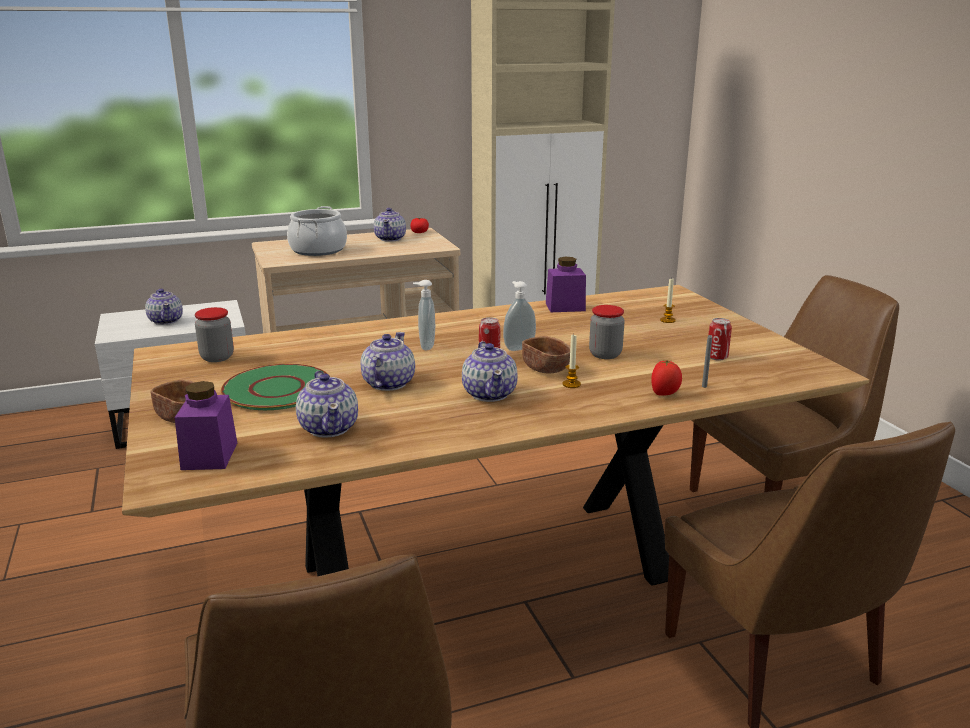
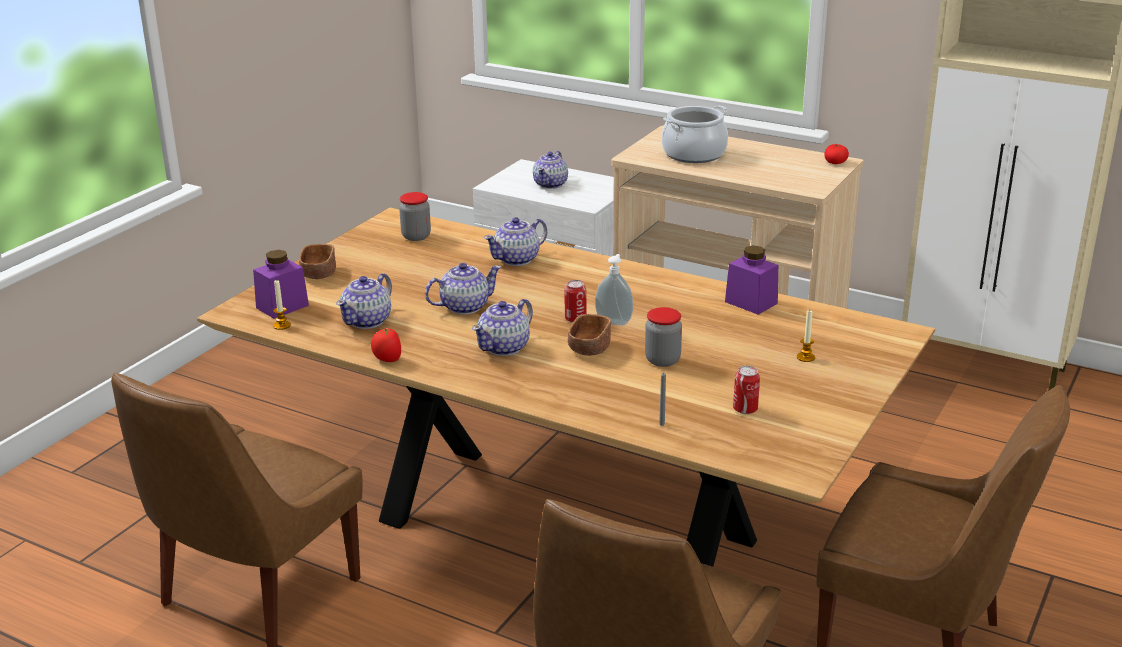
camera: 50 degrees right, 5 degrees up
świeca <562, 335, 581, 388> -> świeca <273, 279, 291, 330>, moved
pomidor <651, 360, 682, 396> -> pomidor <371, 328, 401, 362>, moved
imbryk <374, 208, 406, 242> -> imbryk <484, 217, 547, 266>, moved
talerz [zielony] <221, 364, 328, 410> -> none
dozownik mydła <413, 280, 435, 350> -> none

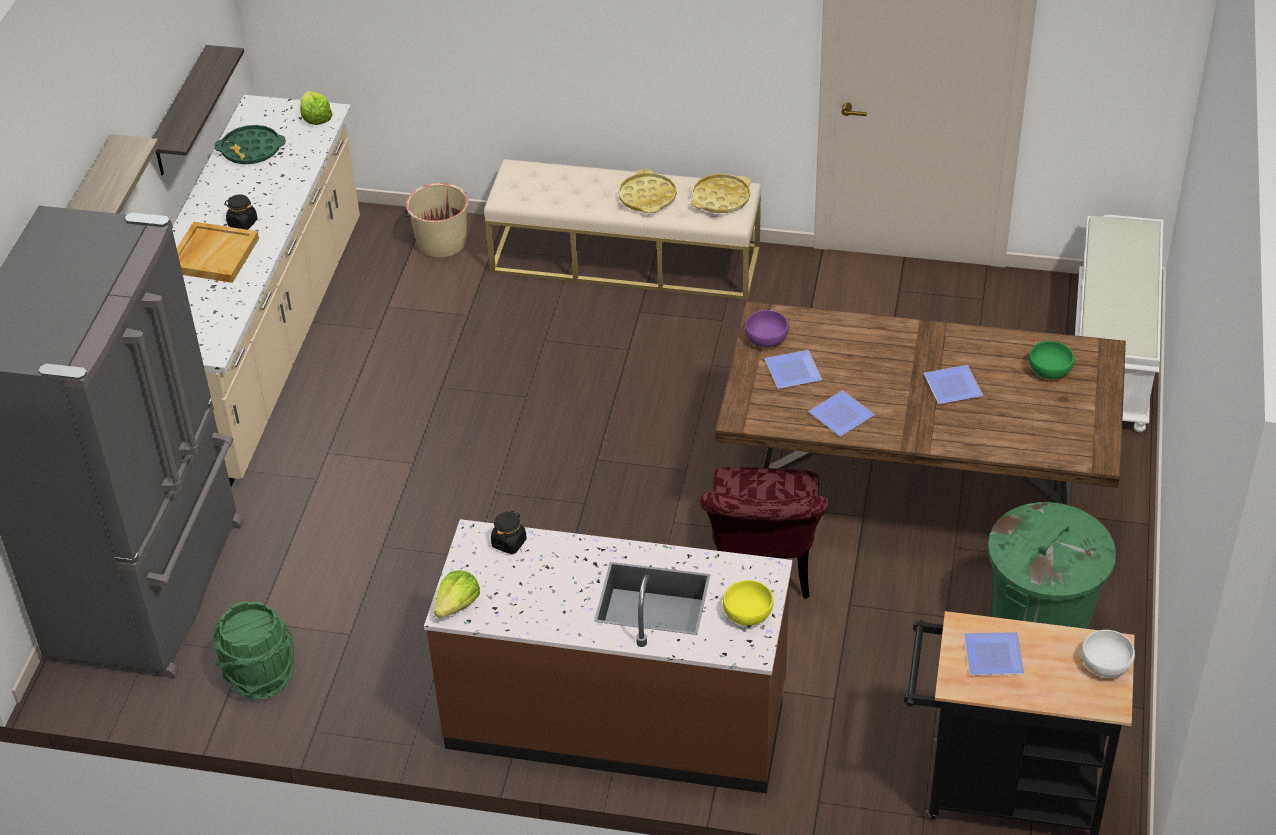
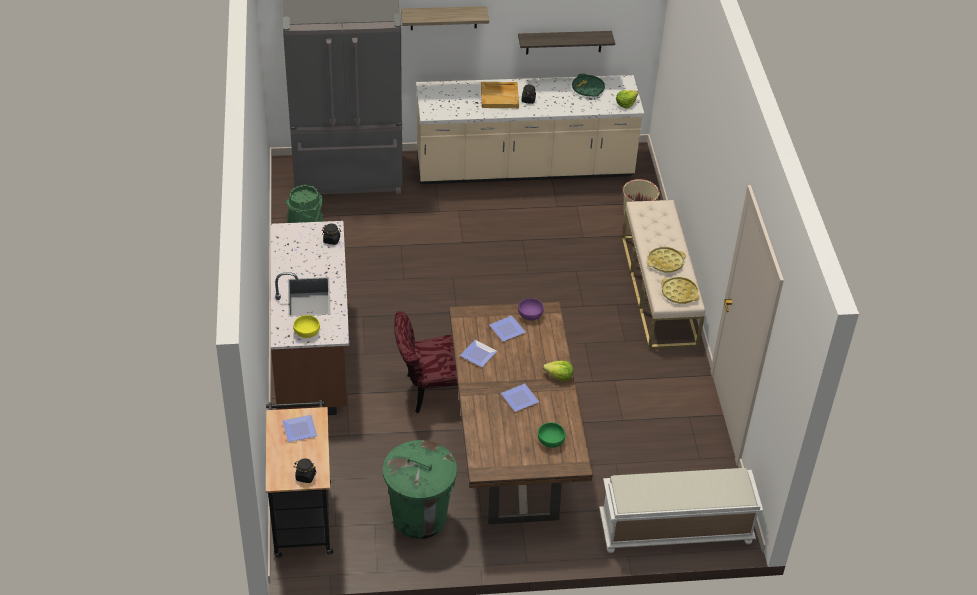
camera: 70 degrees right, 0 degrees up
miska [biały] <1081, 630, 1135, 677> -> słoik [czarny] <293, 458, 317, 483>
sałata <434, 570, 480, 618> -> sałata <543, 361, 573, 381>, moved

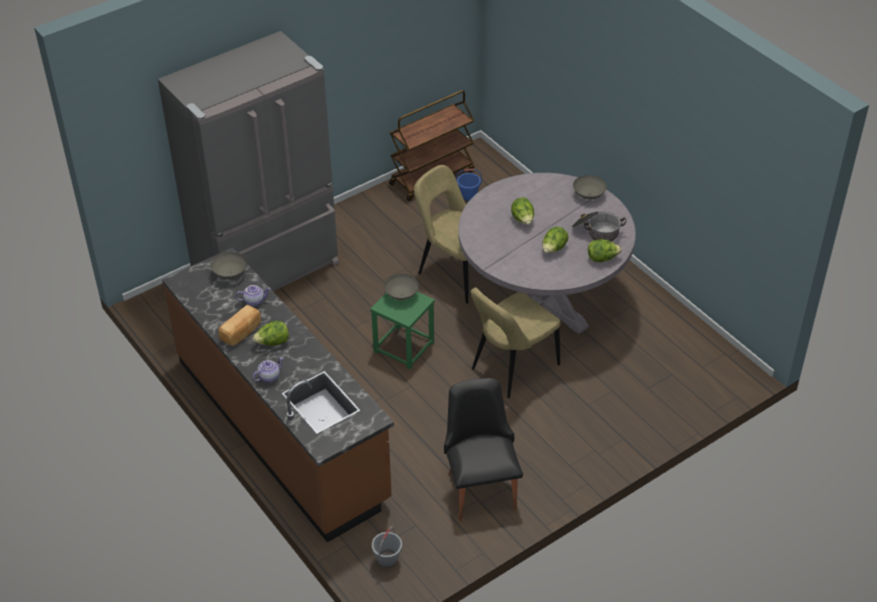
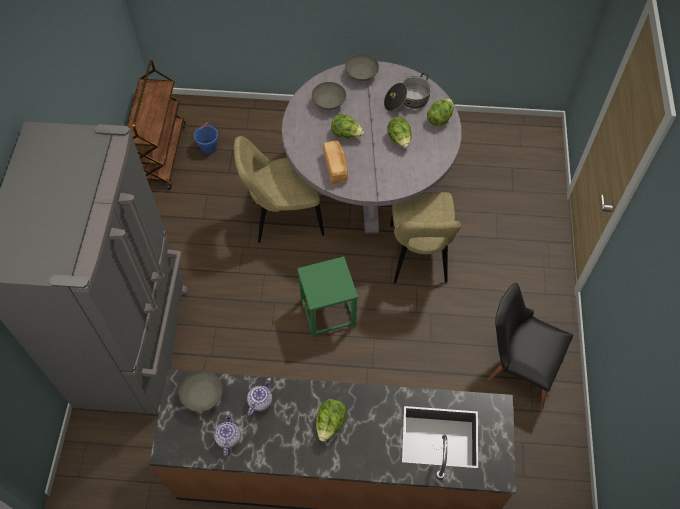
camera: 50 degrees left, 15 degrees up
imbryk <252, 357, 283, 383> -> imbryk <214, 412, 241, 456>, moved
miska [szary] <384, 274, 419, 300> -> miska [szary] <312, 82, 346, 110>, moved
chleb <219, 305, 261, 346> -> chleb <323, 141, 348, 184>, moved
wiadro [szary] <372, 526, 402, 568> -> none

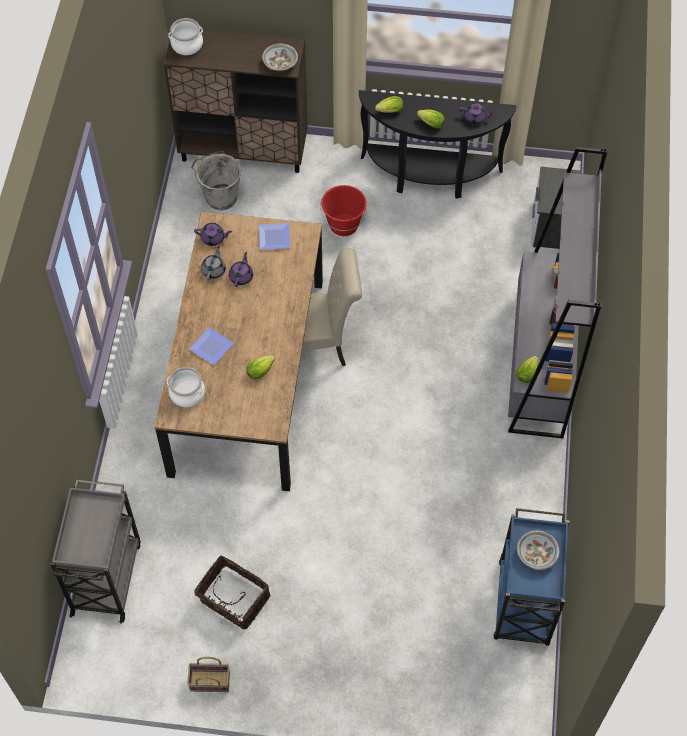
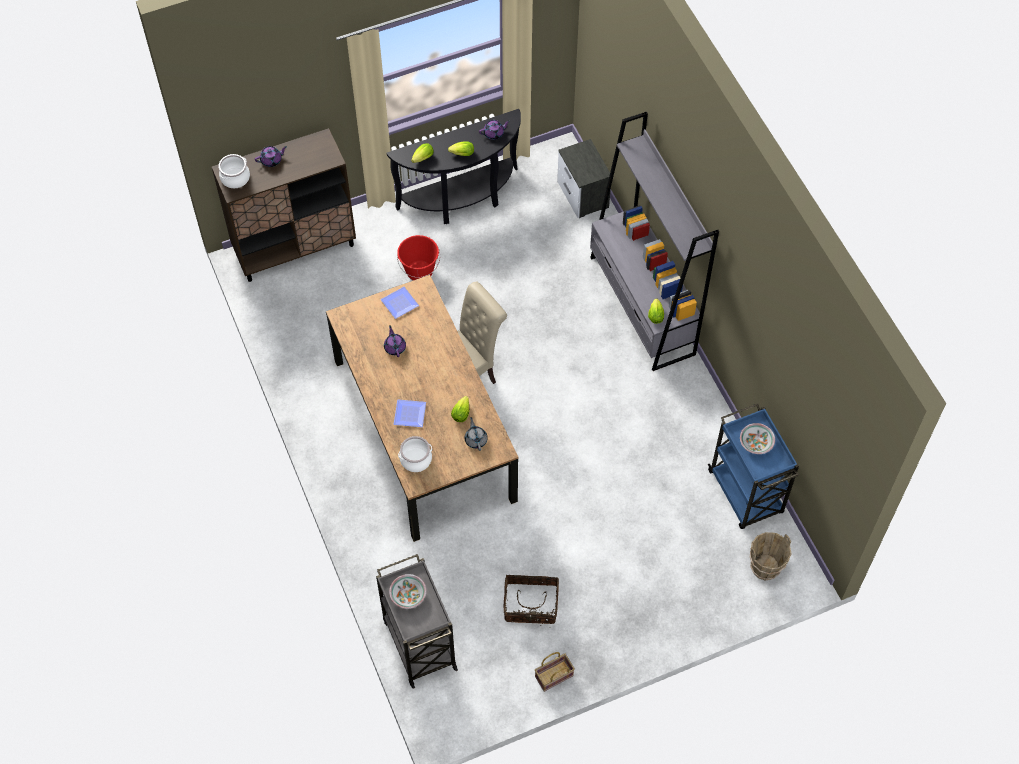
camera: 30 degrees left, 0 degrees up
imbryk [fioletowy] <194, 223, 232, 246> -> imbryk [fioletowy] <255, 146, 287, 167>, moved
miska <262, 43, 298, 71> -> miska <389, 574, 427, 609>, moved
imbryk [szary] <201, 246, 226, 280> -> imbryk [szary] <465, 417, 488, 451>, moved
none -> wiadro [brązowy] <750, 532, 791, 580>
wiadro [szary] <191, 151, 242, 210> -> none

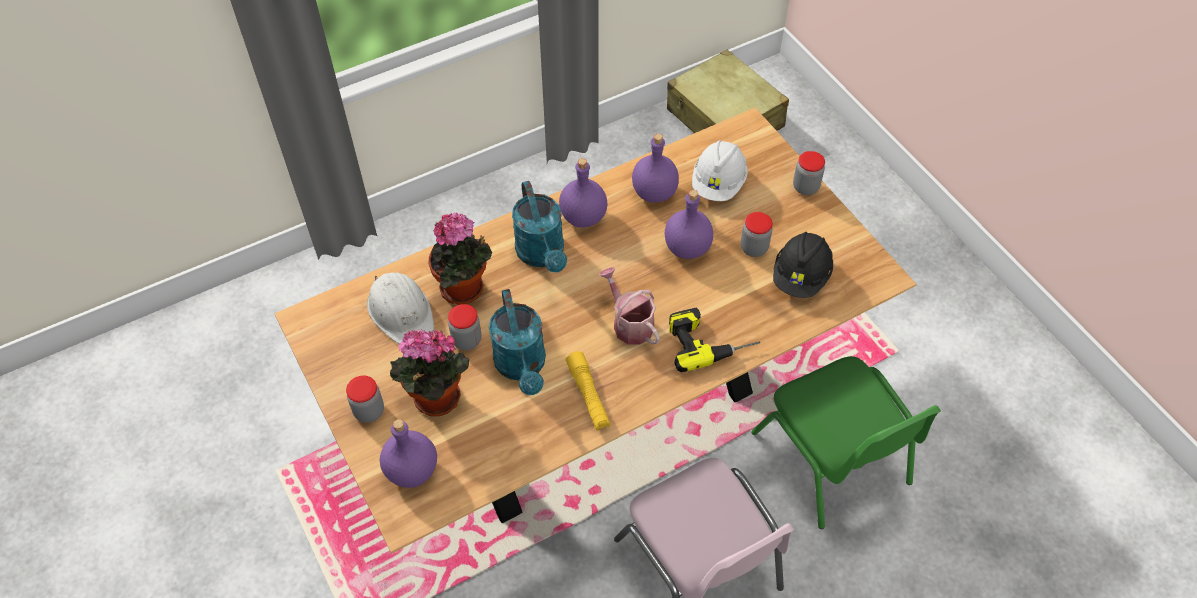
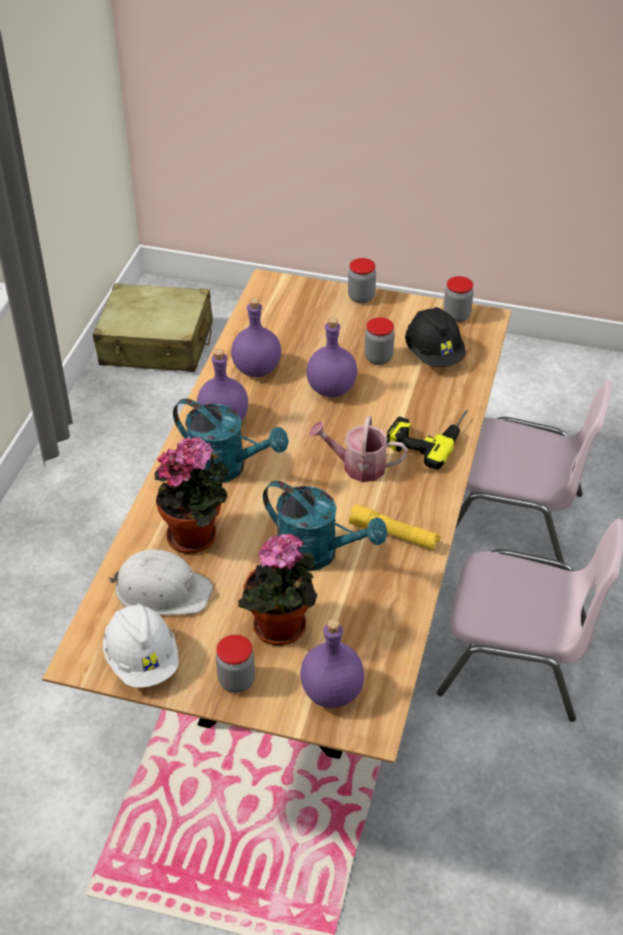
camera: 45 degrees left, 10 degrees down
kask [biały] <692, 140, 748, 201> -> kask [biały] <103, 604, 179, 688>, moved
słoik <448, 304, 482, 350> -> słoik <443, 276, 473, 322>, moved
krzesło [zielony] <751, 356, 941, 529> -> krzesło [różowy] <456, 381, 613, 562>

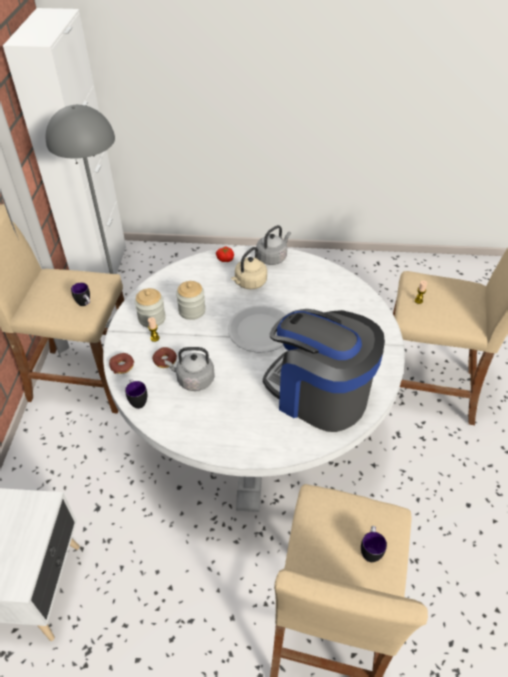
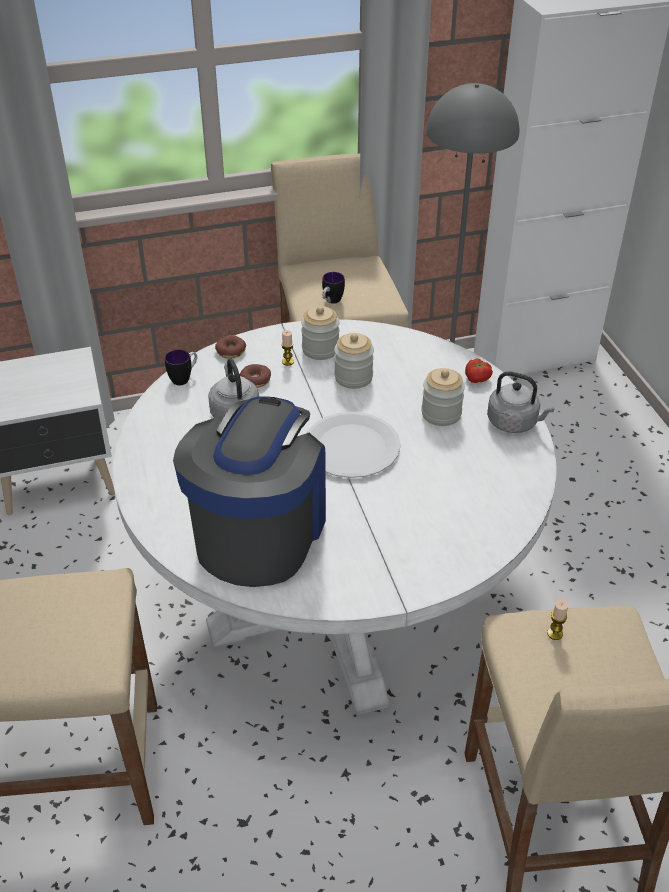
camera: 70 degrees right, 5 degrees down
czajnik [beżowy] <231, 247, 267, 289> -> słoik <421, 368, 465, 426>
kubek <361, 526, 387, 562> -> none

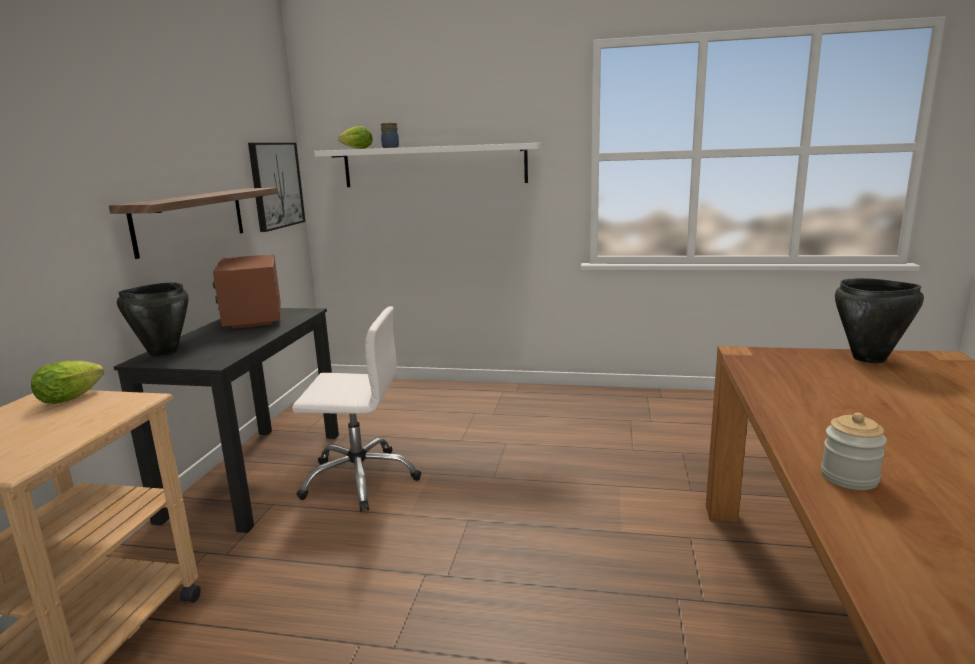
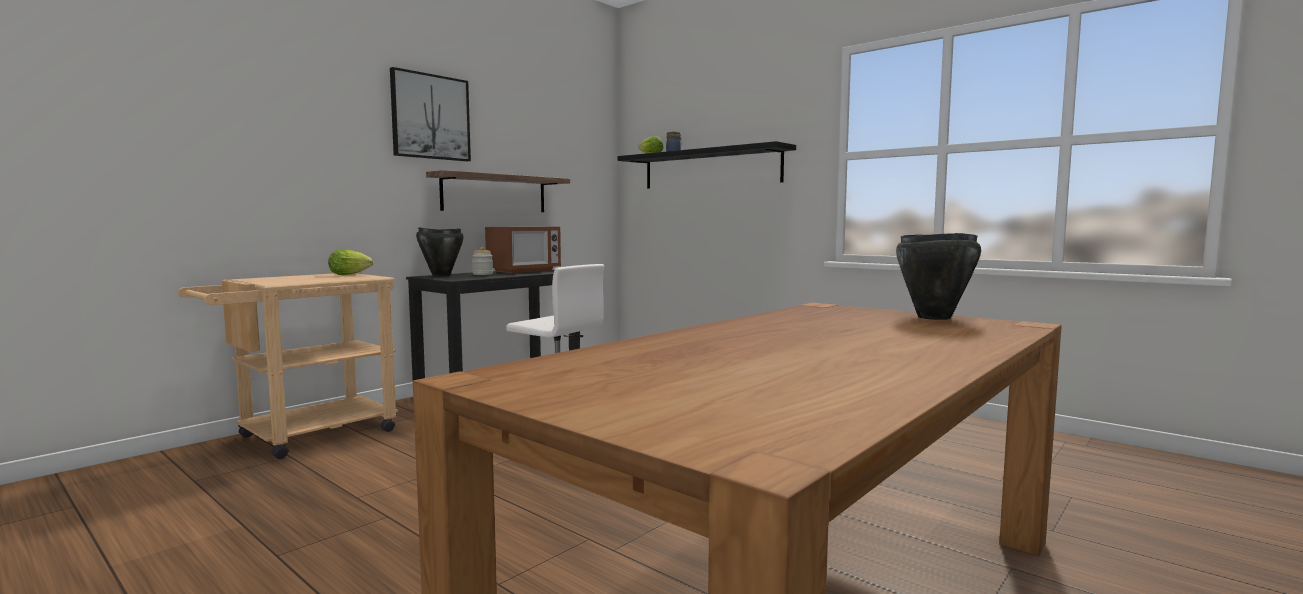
camera: 30 degrees right, 10 degrees down
obraz <248, 143, 305, 232> -> obraz <390, 67, 471, 161>, moved
słoik <821, 413, 887, 490> -> słoik <472, 247, 493, 275>, moved
mikrofalówka <212, 254, 281, 329> -> mikrofalówka <485, 227, 561, 273>, 150 degrees counterclockwise
półka [biały] <314, 143, 542, 187> -> półka [czarny] <618, 141, 796, 189>

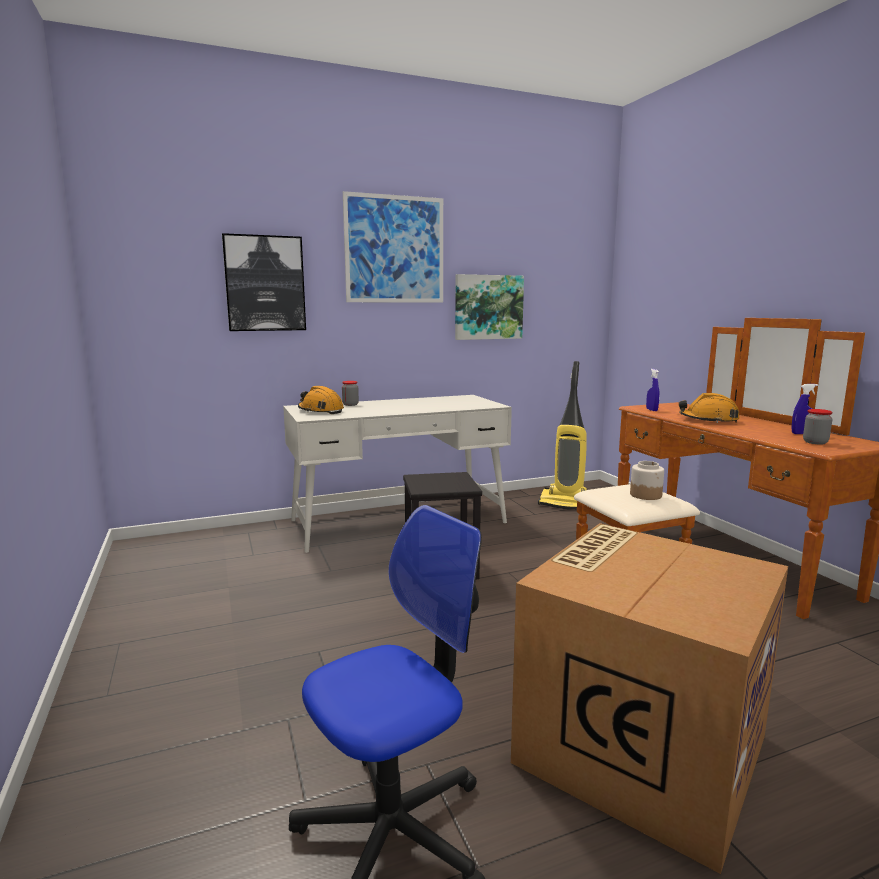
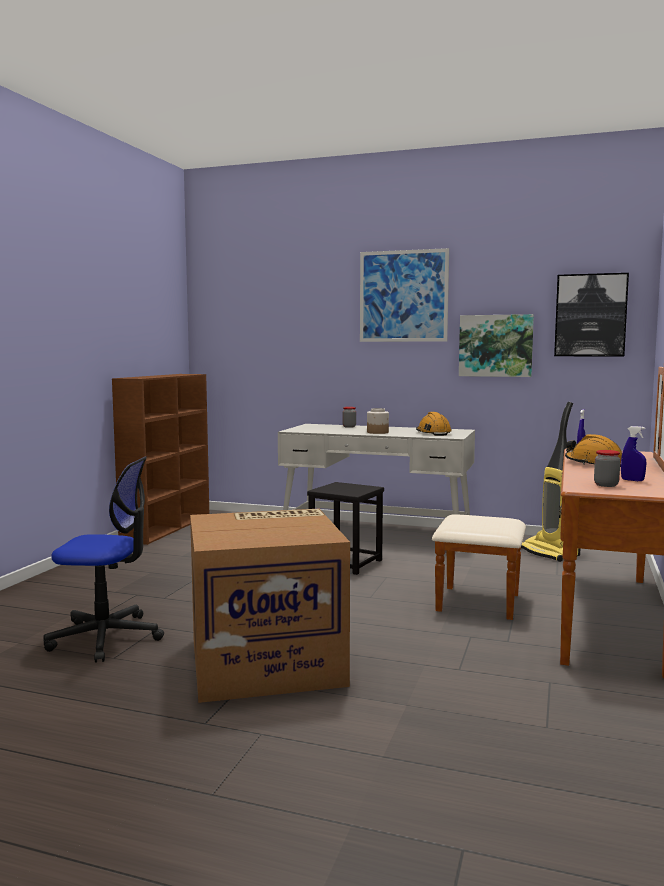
camera: 40 degrees right, 5 degrees down
none -> regał [brązowy] <112, 374, 209, 545>
słoik <630, 461, 664, 500> -> słoik <367, 408, 389, 434>, moved
kask [pomarańczowy] <298, 386, 344, 414> -> kask [pomarańczowy] <416, 412, 451, 436>, moved
obraz <222, 233, 306, 331> -> obraz <554, 273, 629, 357>, moved

